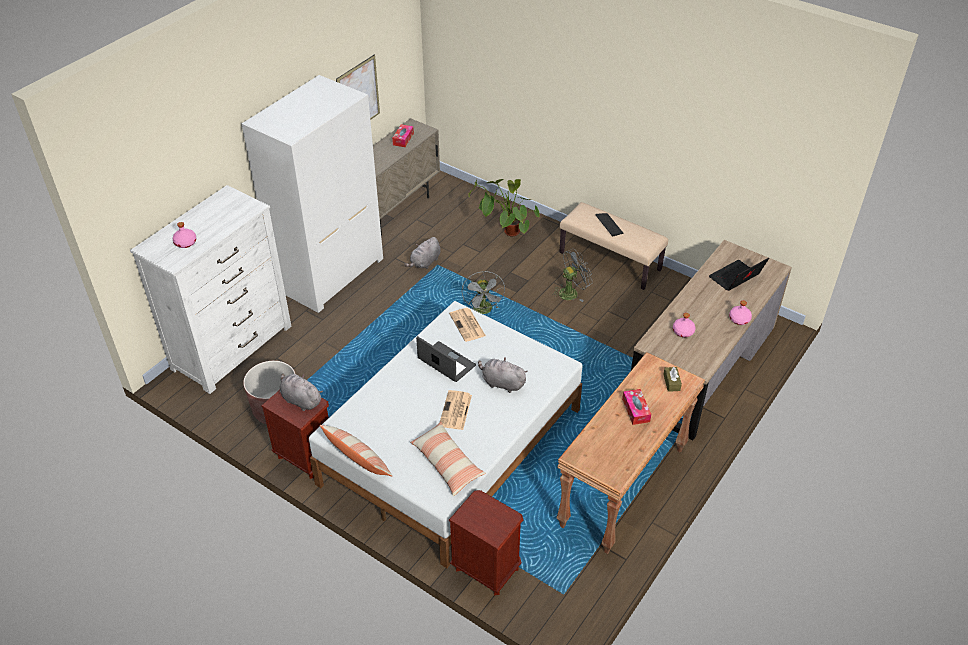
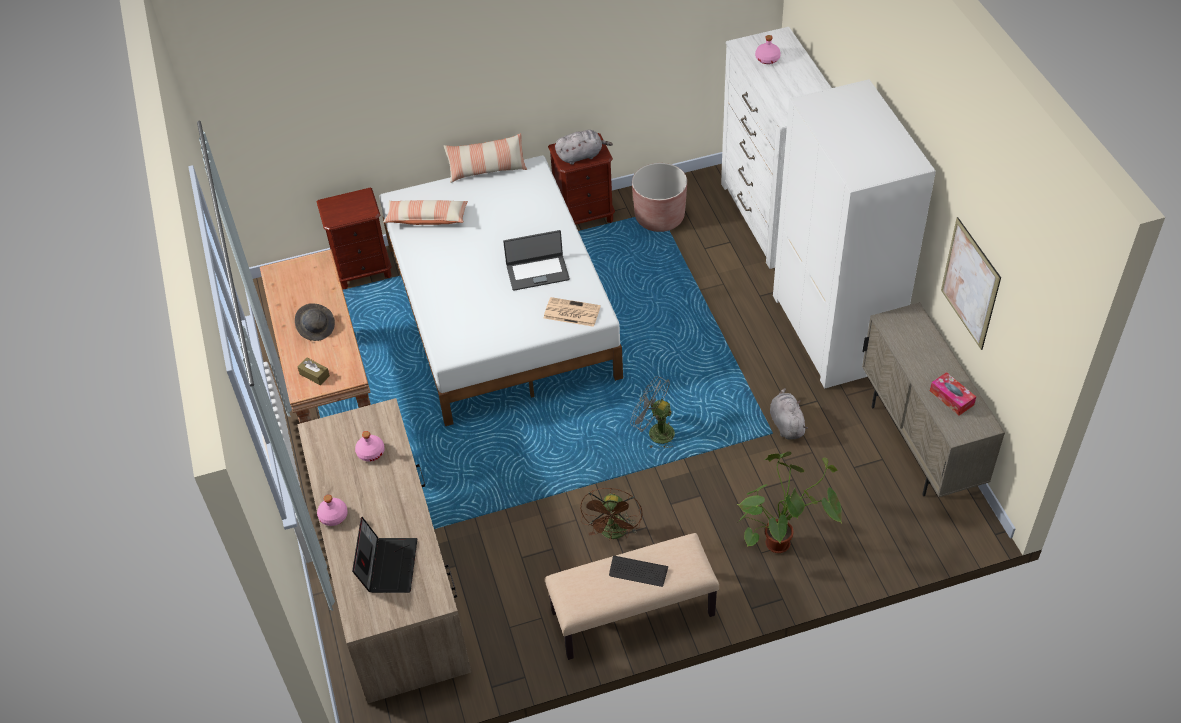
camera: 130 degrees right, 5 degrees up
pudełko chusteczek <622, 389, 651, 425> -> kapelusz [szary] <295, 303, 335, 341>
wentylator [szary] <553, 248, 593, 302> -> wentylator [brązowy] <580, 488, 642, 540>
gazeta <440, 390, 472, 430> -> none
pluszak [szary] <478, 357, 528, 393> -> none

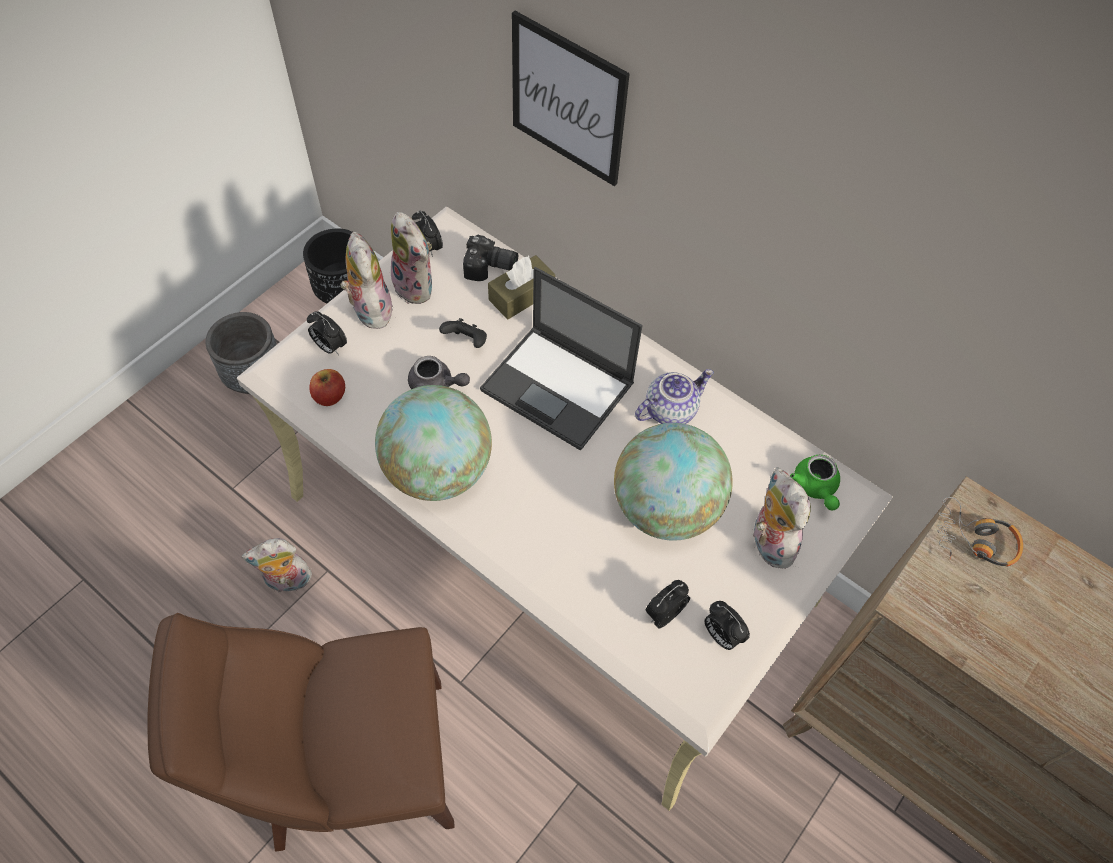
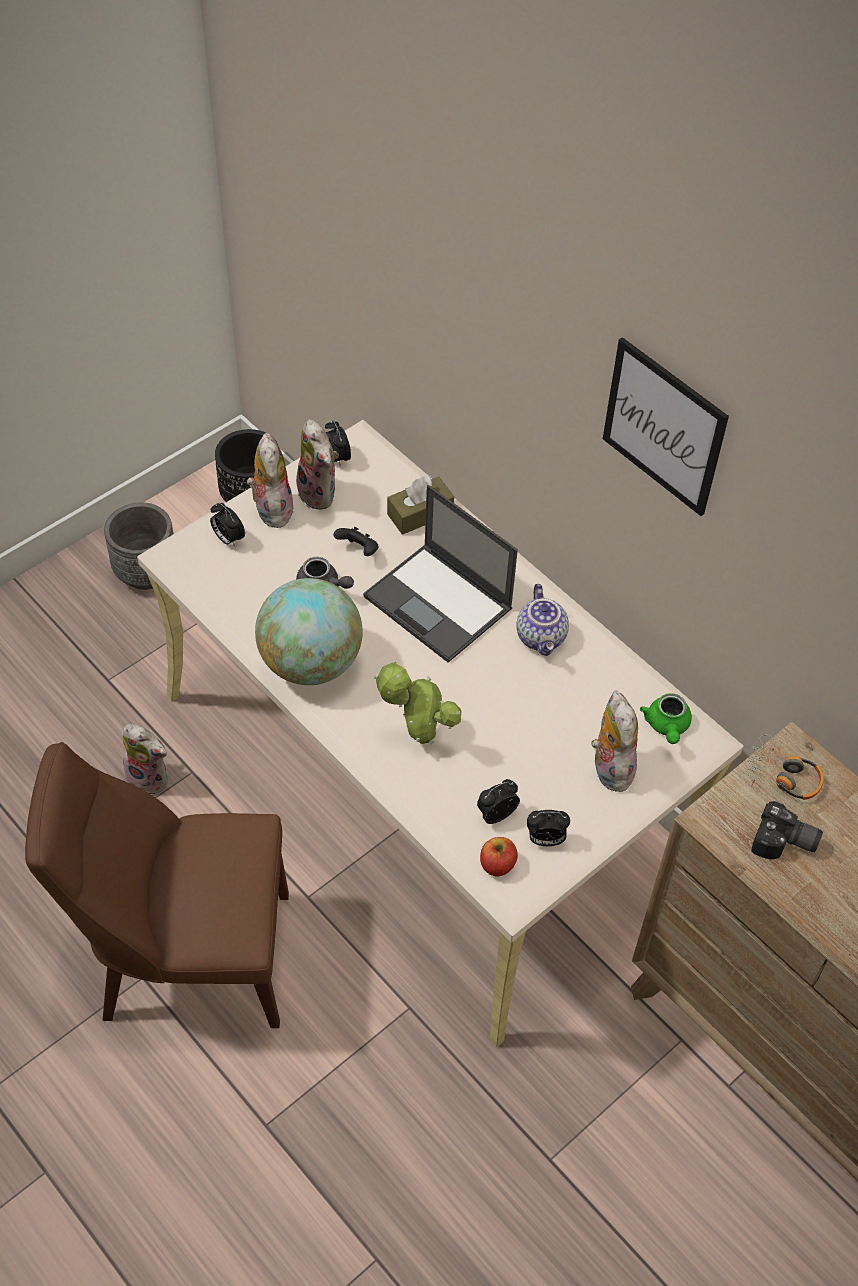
camera: 10 degrees right, 5 degrees down
pluszak <241, 538, 312, 592> -> pluszak <122, 724, 168, 795>, 150 degrees counterclockwise
none -> roślina doniczkowa <373, 660, 461, 744>
jabłko <309, 369, 345, 406> -> jabłko <480, 837, 518, 876>, moved
imbryk <635, 369, 714, 424> -> imbryk <517, 584, 569, 656>, 105 degrees clockwise
budzik <705, 601, 750, 650> -> budzik <527, 810, 570, 846>, 60 degrees counterclockwise
obraz <512, 11, 630, 186> -> obraz <603, 337, 729, 516>, moved
aparat fotograficzny <463, 235, 518, 281> -> aparat fotograficzny <751, 801, 823, 859>, moved
globus <614, 423, 733, 541> -> none

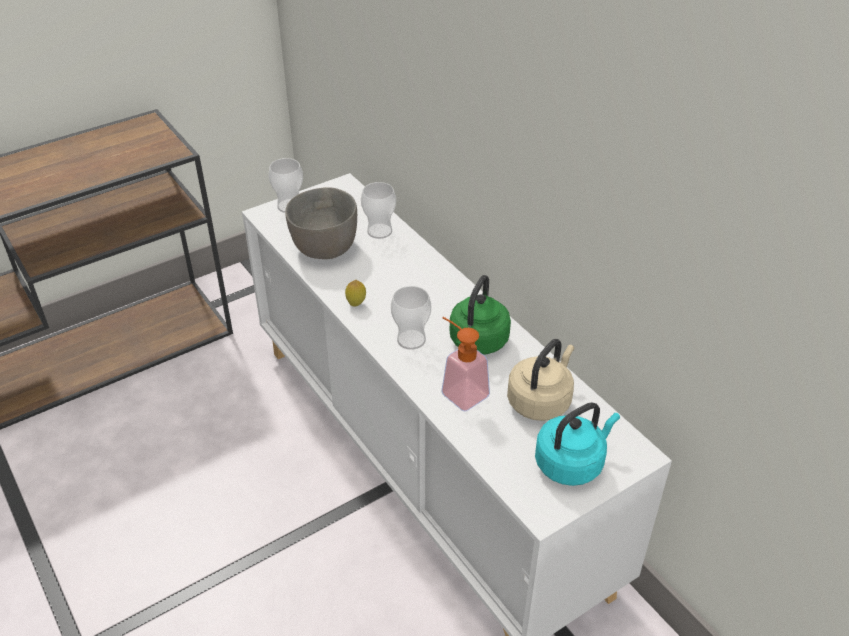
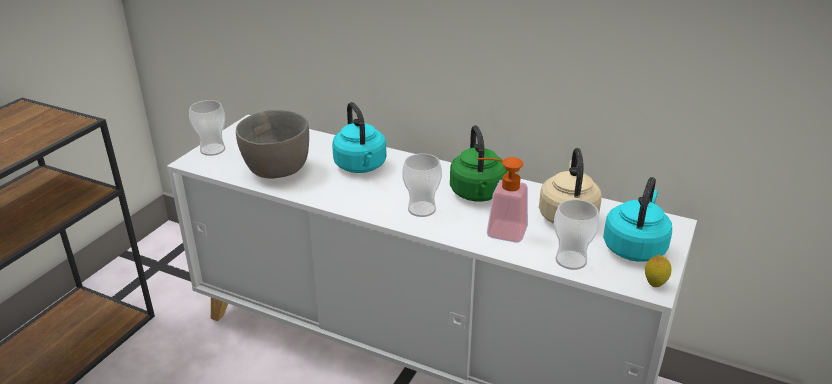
camera: 30 degrees left, 10 degrees down
none -> czajnik [turkusowy] <332, 102, 386, 173>
filiżanka <361, 182, 396, 239> -> filiżanka <554, 199, 600, 270>, moved
cytryna <345, 280, 366, 307> -> cytryna <645, 254, 671, 287>, moved

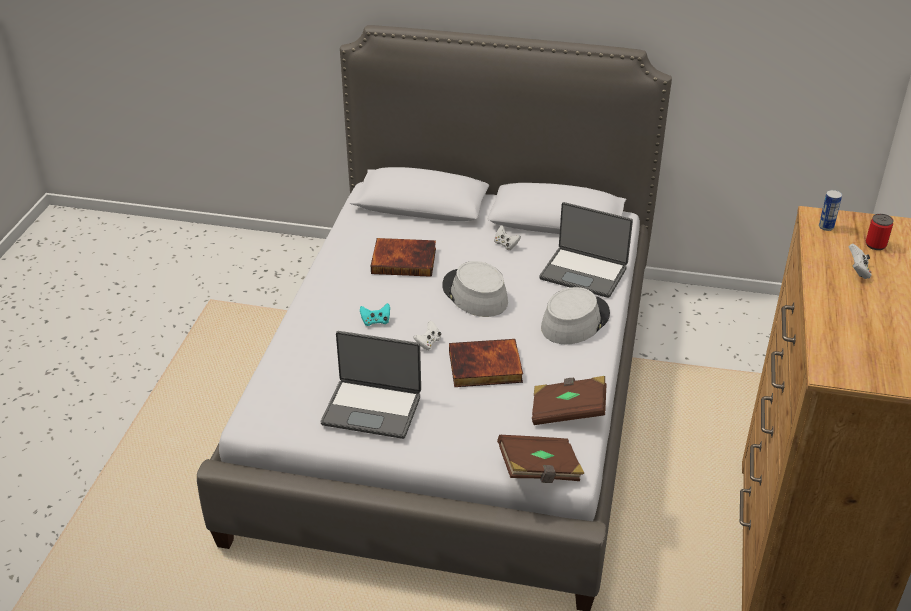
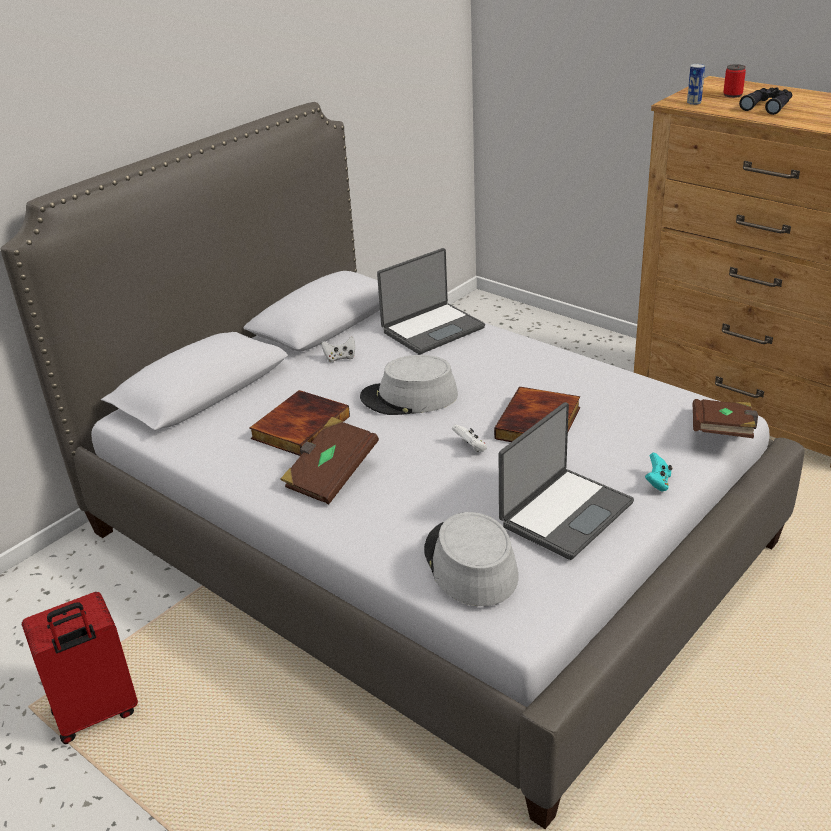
camera: 60 degrees left, 5 degrees down
none -> walizka [czerwony] <22, 592, 138, 744>
książka [brązowy] <532, 376, 607, 425> -> książka [brązowy] <280, 417, 379, 504>, moved
kapelusz [szary] <541, 287, 610, 344> -> kapelusz [szary] <424, 512, 518, 606>, moved
pad do gier [turkusowy] <360, 303, 390, 326> -> pad do gier [turkusowy] <645, 453, 672, 492>, moved
pad do gier [biały] <849, 244, 872, 279> -> lornetka [czarny] <739, 87, 792, 115>

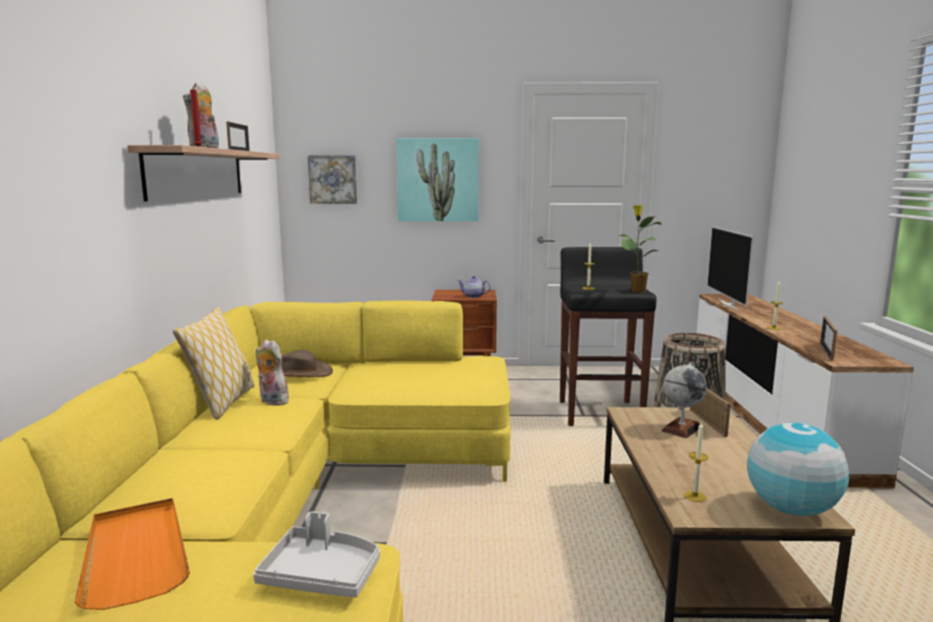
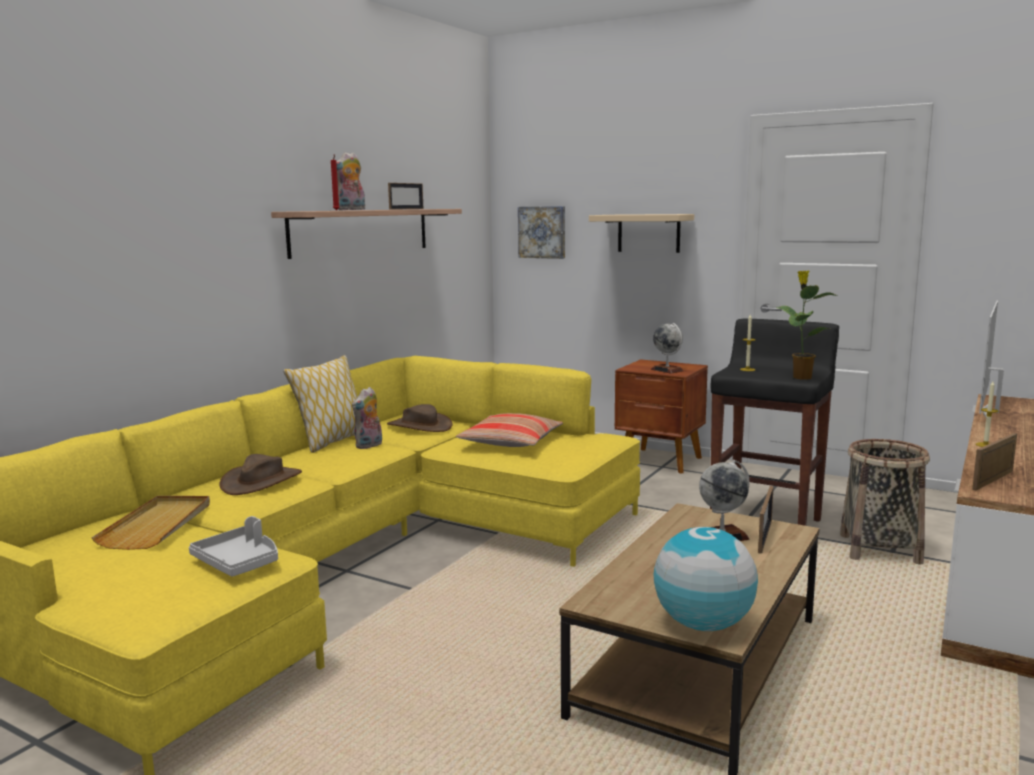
camera: 30 degrees right, 0 degrees up
taca [pomarańczowy] <75, 498, 190, 610> -> taca [beżowy] <92, 496, 210, 550>
none -> kapelusz [brązowy] <219, 454, 302, 495>
pluszak <256, 339, 291, 406> -> pluszak <352, 387, 382, 449>, 120 degrees counterclockwise
none -> poduszka <456, 413, 563, 447>
obraz <396, 138, 479, 221> -> półka [beżowy] <589, 214, 694, 253>
imbryk <458, 276, 491, 298> -> globus <651, 323, 683, 374>
świeca <684, 421, 708, 502> -> none

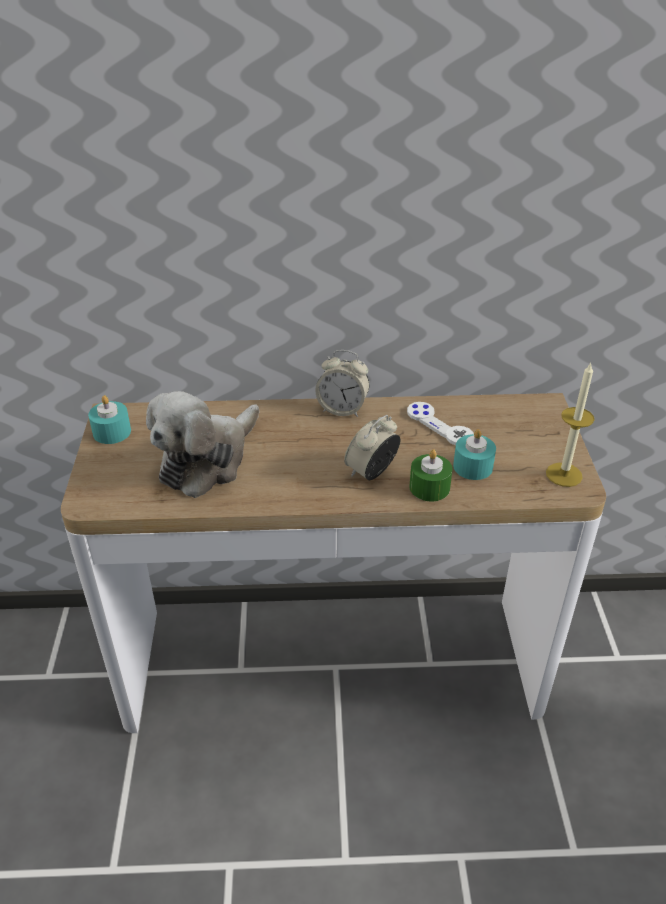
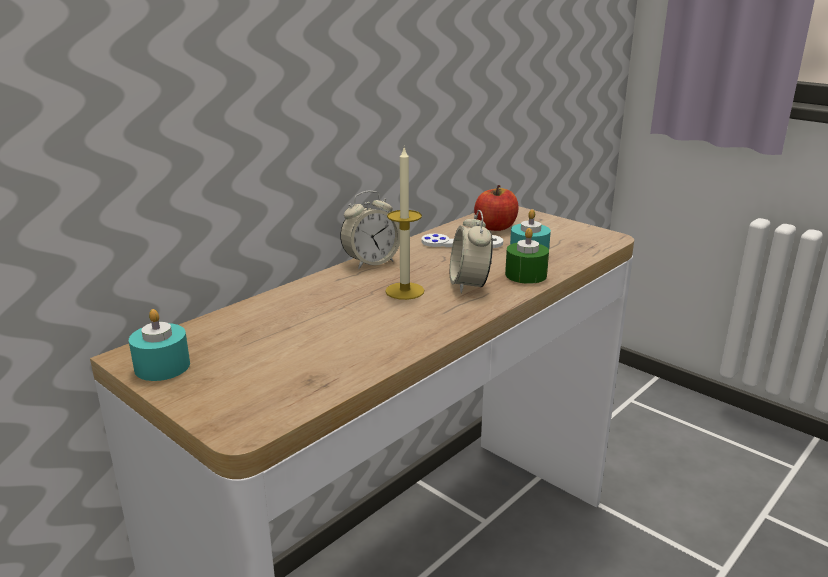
camera: 45 degrees left, 15 degrees down
świeca <546, 363, 595, 487> -> świeca <385, 148, 424, 300>, moved
none -> jabłko <474, 185, 519, 231>
pluszak <146, 391, 259, 498> -> none

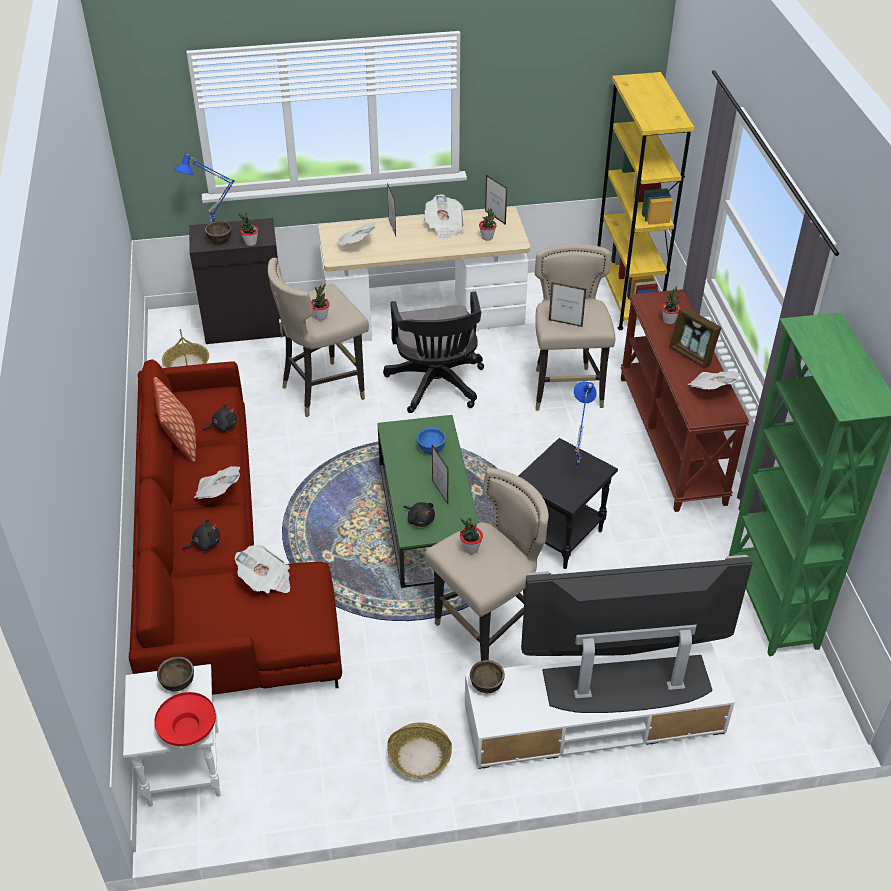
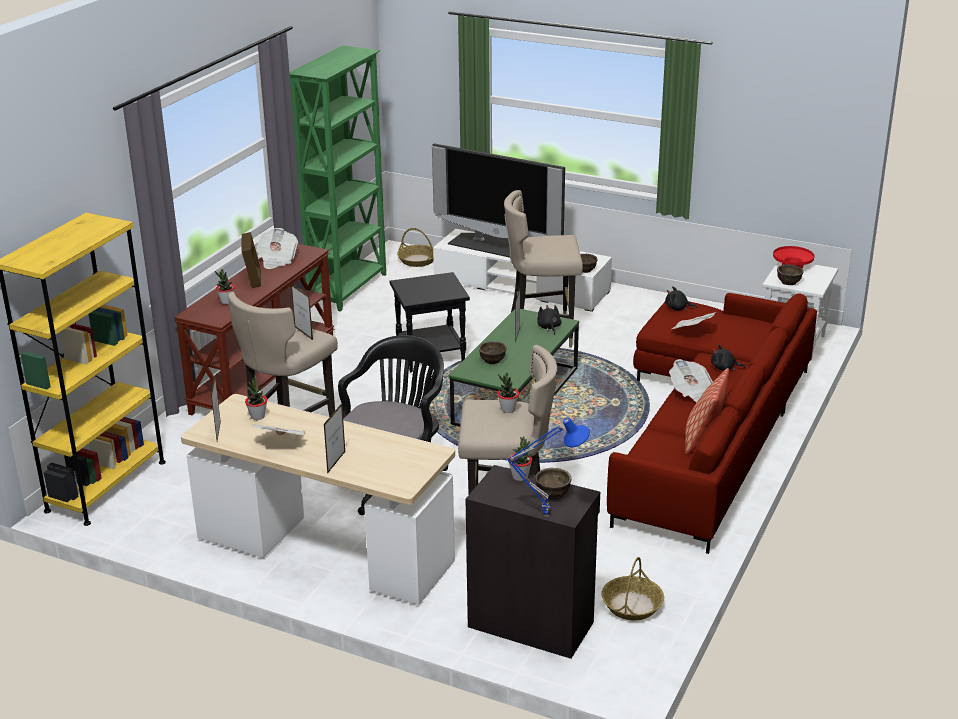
camera: 145 degrees left, 15 degrees down
koszyk <388, 722, 452, 778> -> koszyk <397, 228, 433, 267>, moved
miska [niebieski] <417, 428, 446, 454> -> miska [brązowy] <479, 341, 507, 364>
pluszak [czarny] <203, 403, 237, 432> -> pluszak [czarny] <665, 286, 697, 310>, moved
gazeta <335, 223, 376, 247> -> none
roślina doniczkowa <460, 518, 483, 554> -> none
lampa stołowa [niebieski] <574, 381, 597, 467> -> none

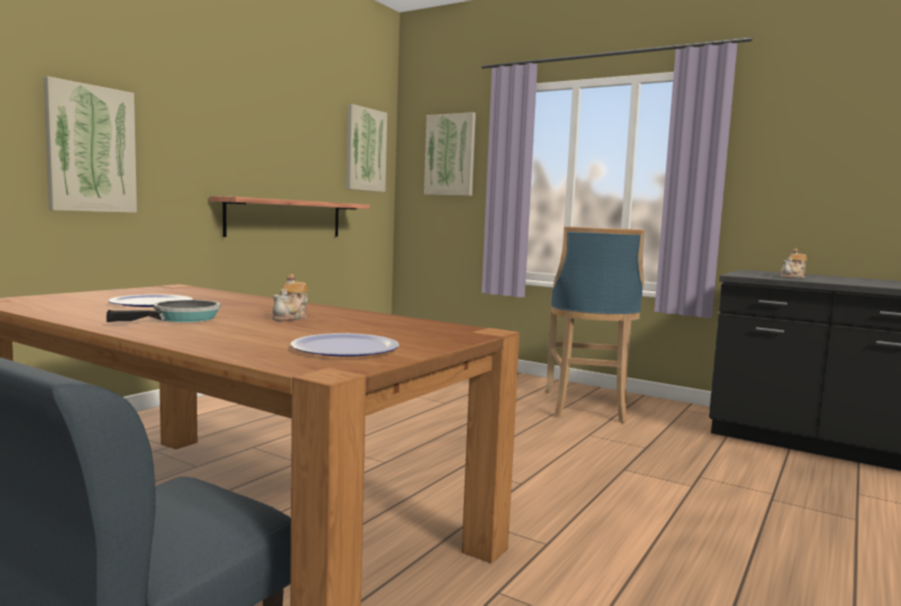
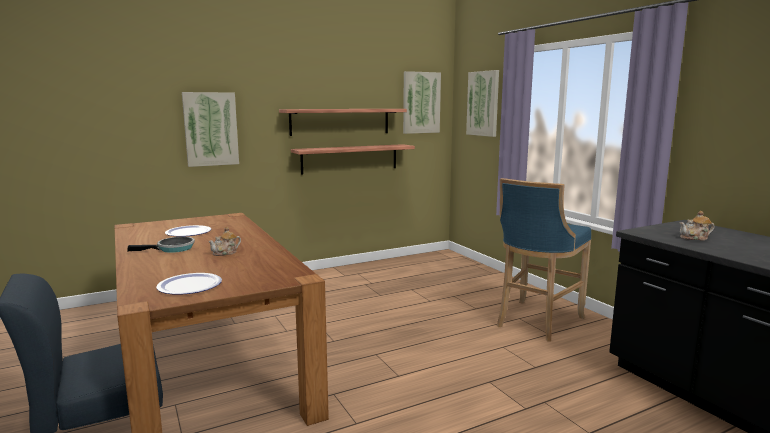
camera: 30 degrees right, 5 degrees up
none -> półka <279, 109, 407, 136>

